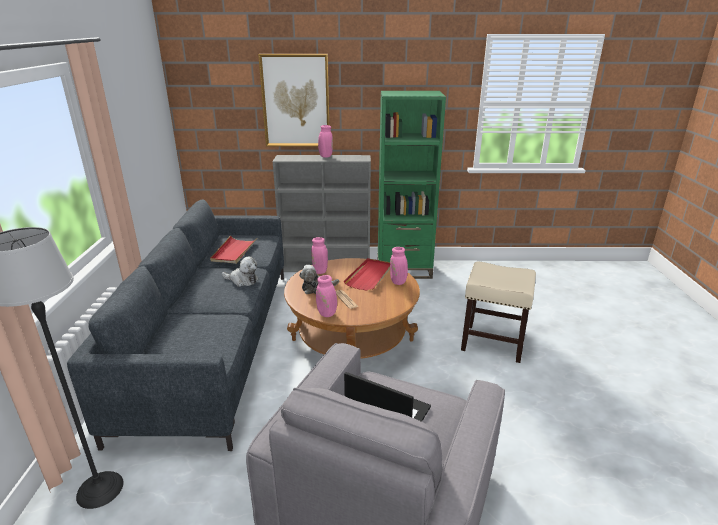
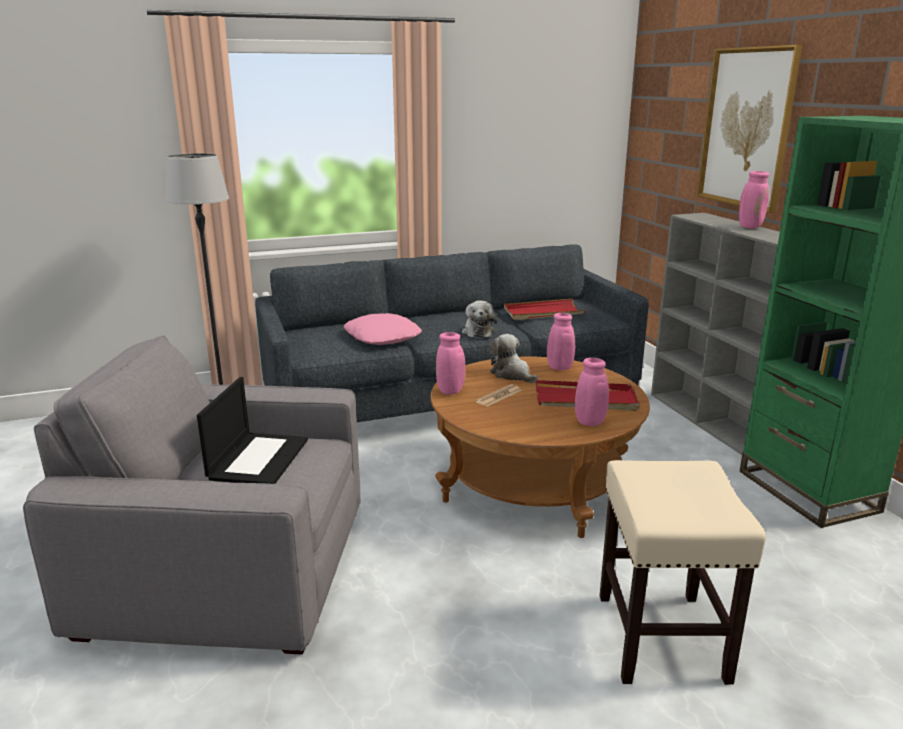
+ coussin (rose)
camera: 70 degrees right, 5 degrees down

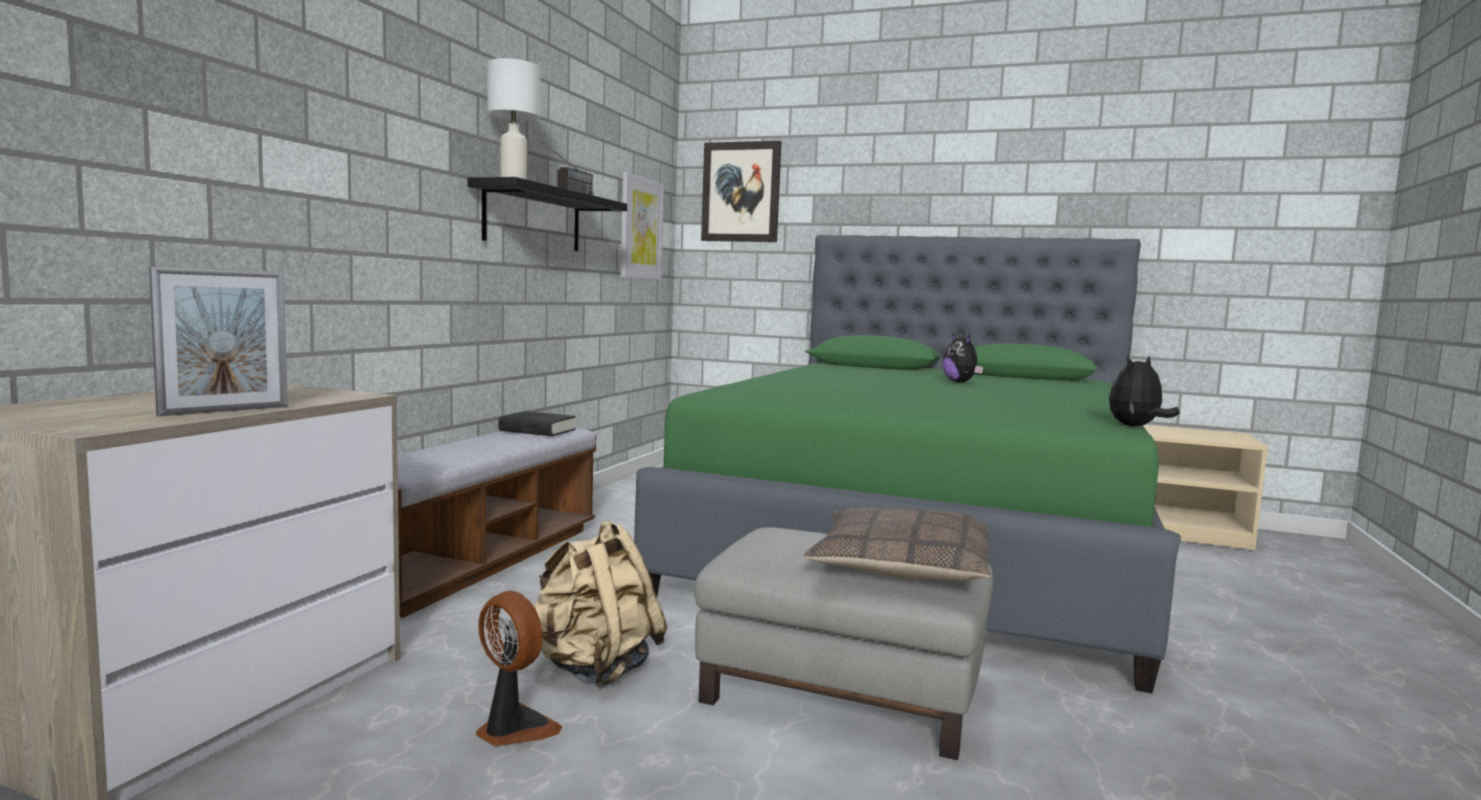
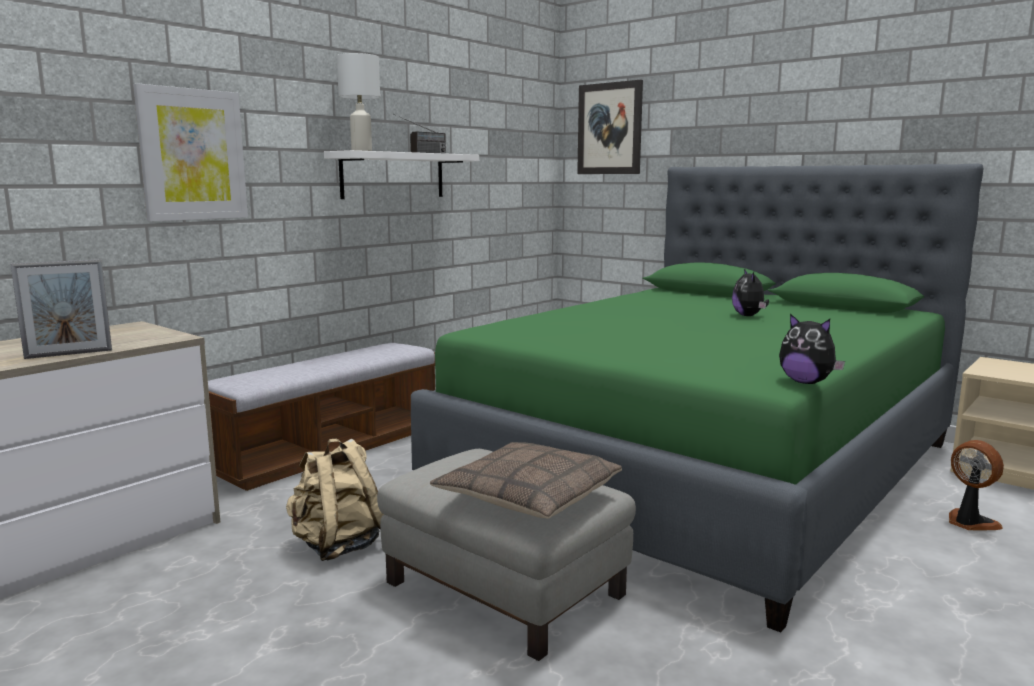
~ tableau (1st from left)
~ étagère (noir) to étagère (blanc)
~ peluche (2nd from left) 120 degrees counterclockwise
~ ventilateur
- livre (noir)
camera: 20 degrees right, 5 degrees up

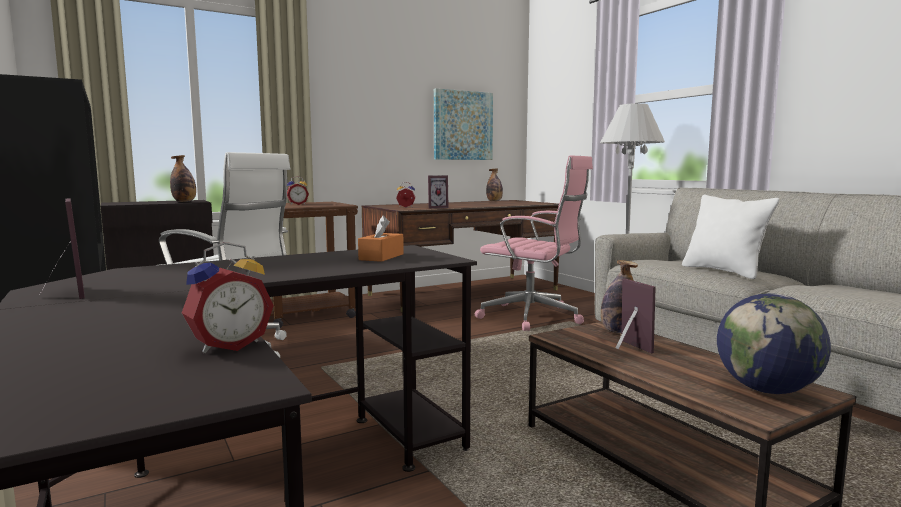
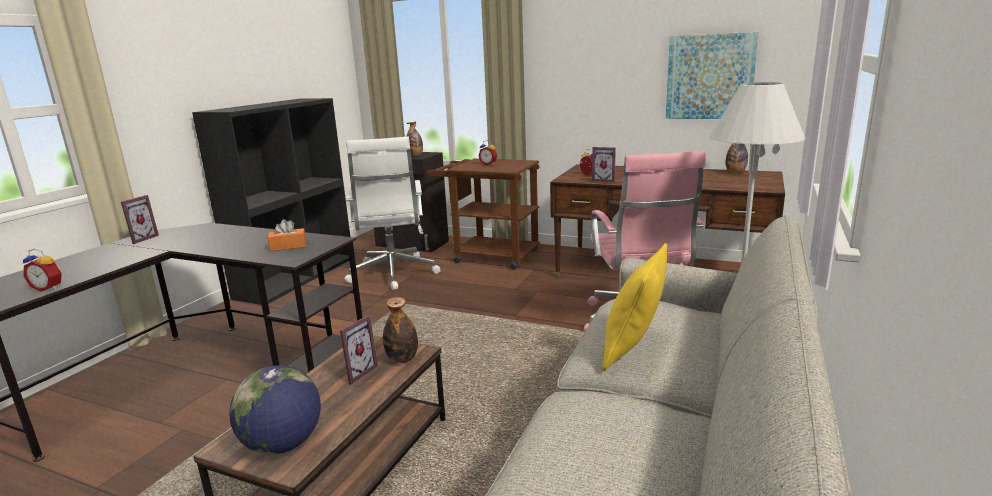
~ coussin (blanc) to coussin (jaune)
camera: 55 degrees right, 10 degrees up

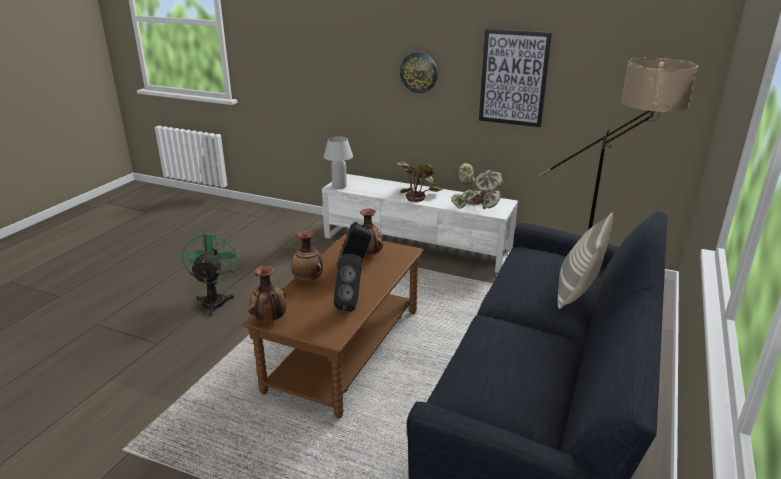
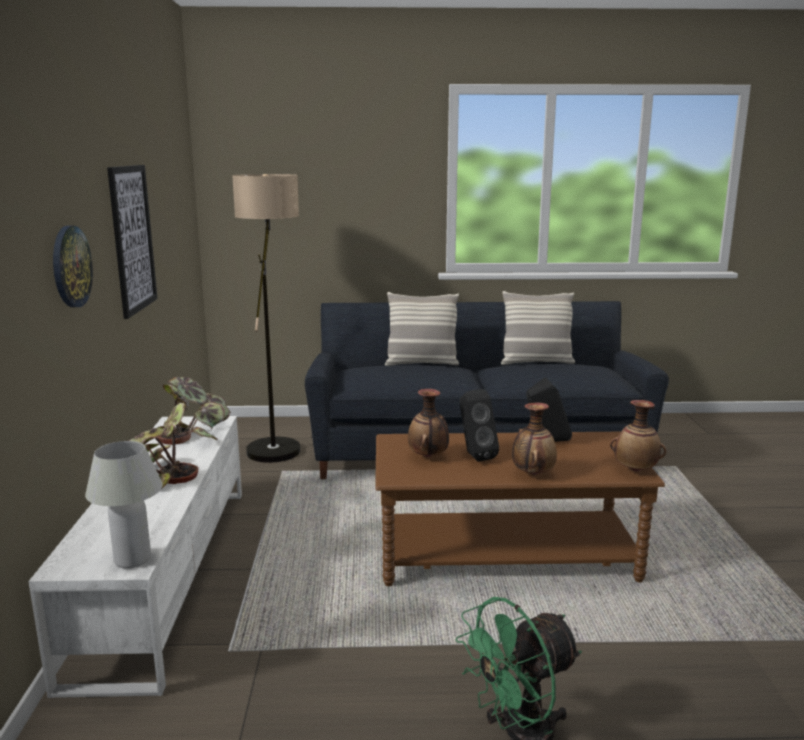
+ coussin (2nd from left)
camera: 115 degrees left, 10 degrees down

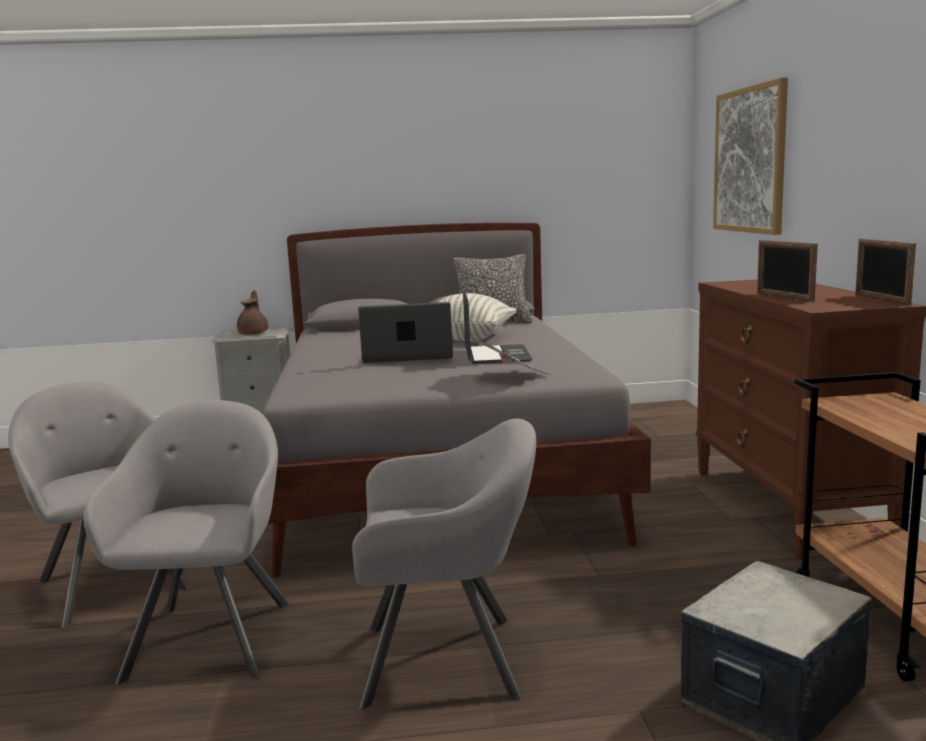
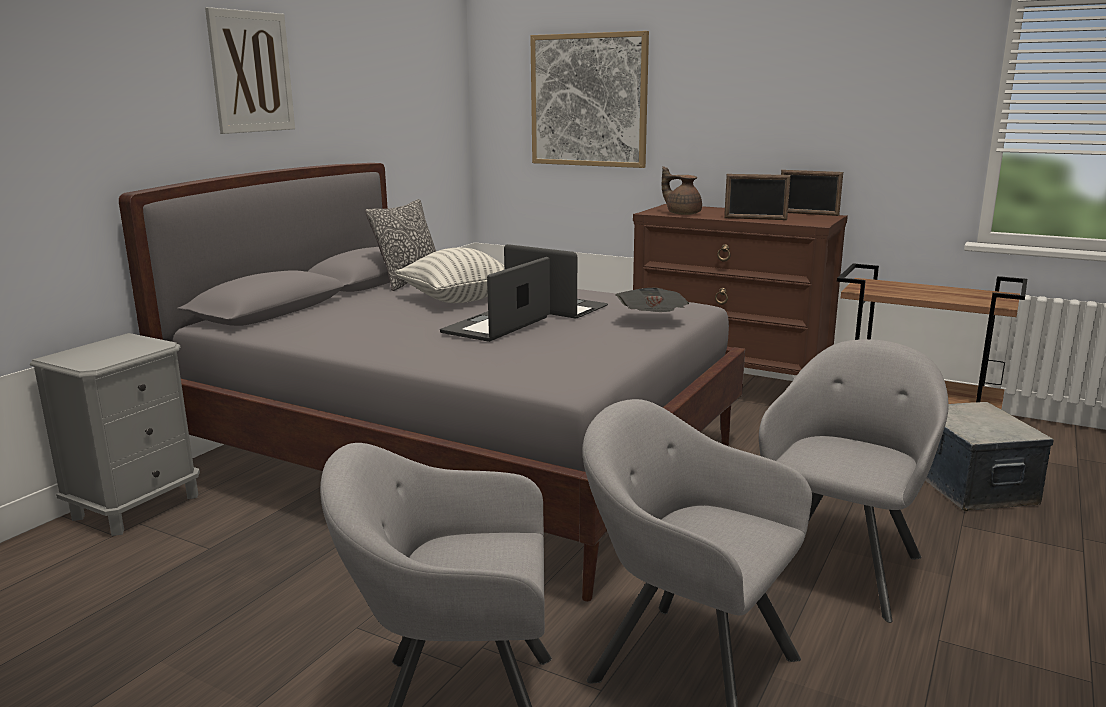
+ tableau (1st from left)
~ théière (marron)
camera: 55 degrees left, 5 degrees up

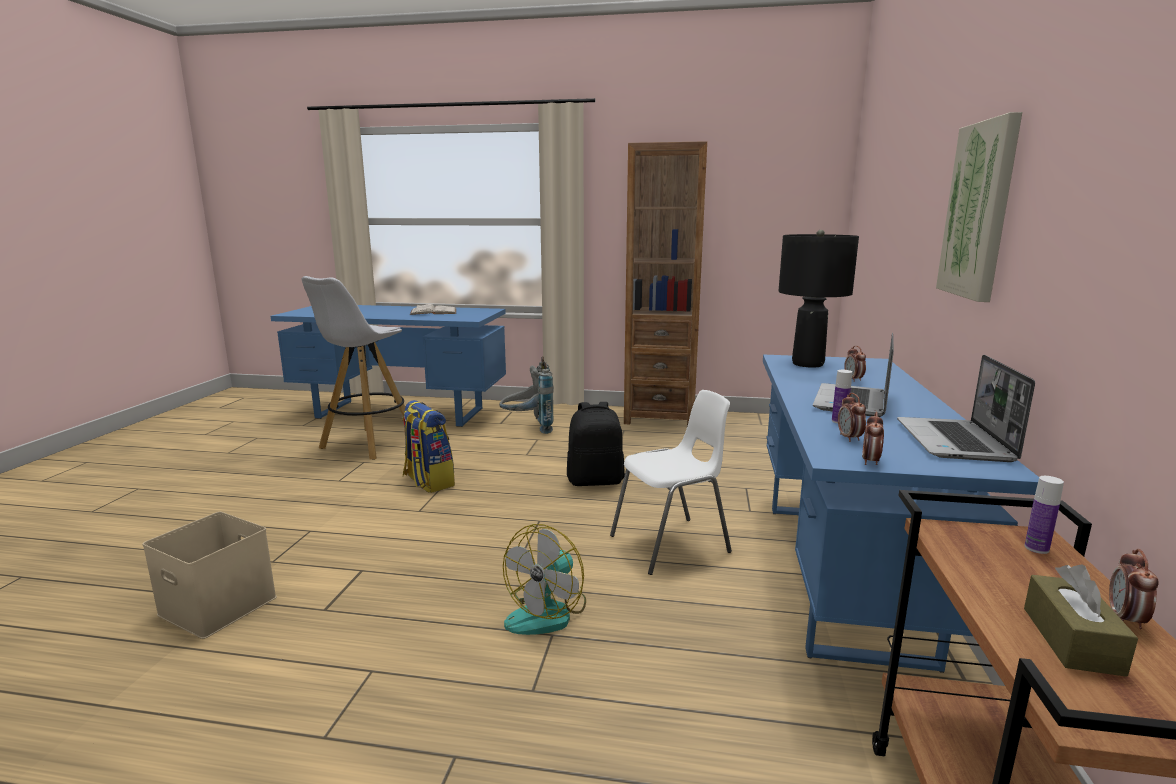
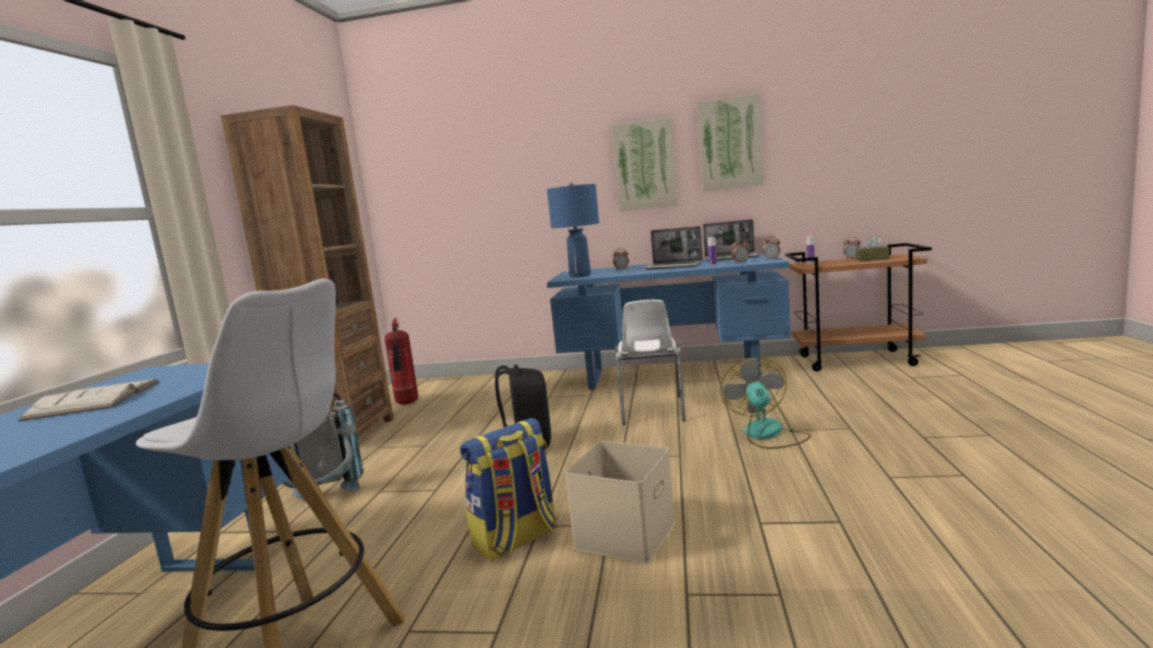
+ extincteur
~ lampe de table (noir) to lampe de table (bleu)
~ boîte de rangement (beige)
~ chaise (blanc) 150 degrees counterclockwise
+ tableau (2nd from left)
~ ventilateur 120 degrees counterclockwise
camera: 90 degrees left, 5 degrees down

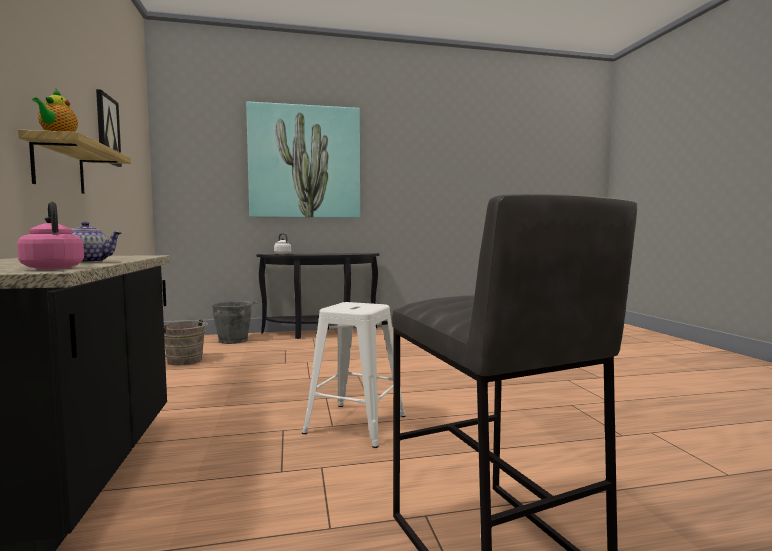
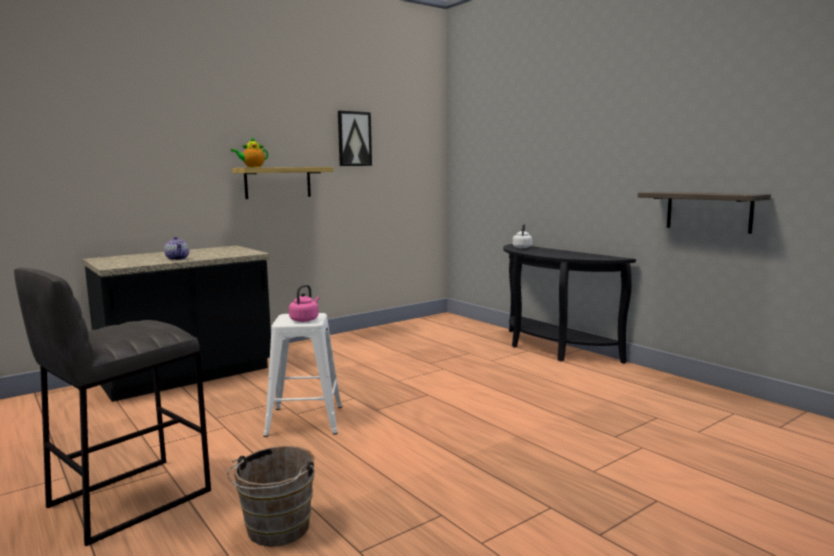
~ seau (marron)
~ bouilloire (rose)
+ étagère (2nd from left)
- seau (gris)
- tableau (2nd from left)
camera: 65 degrees right, 5 degrees up

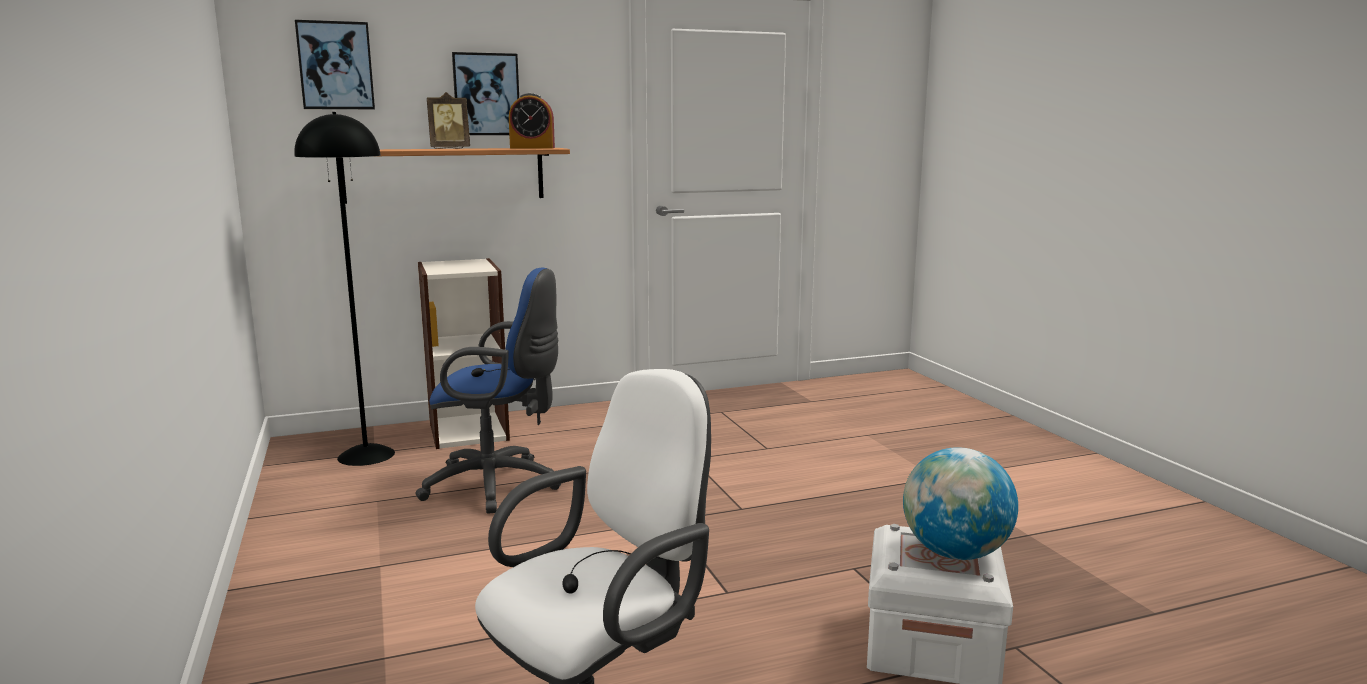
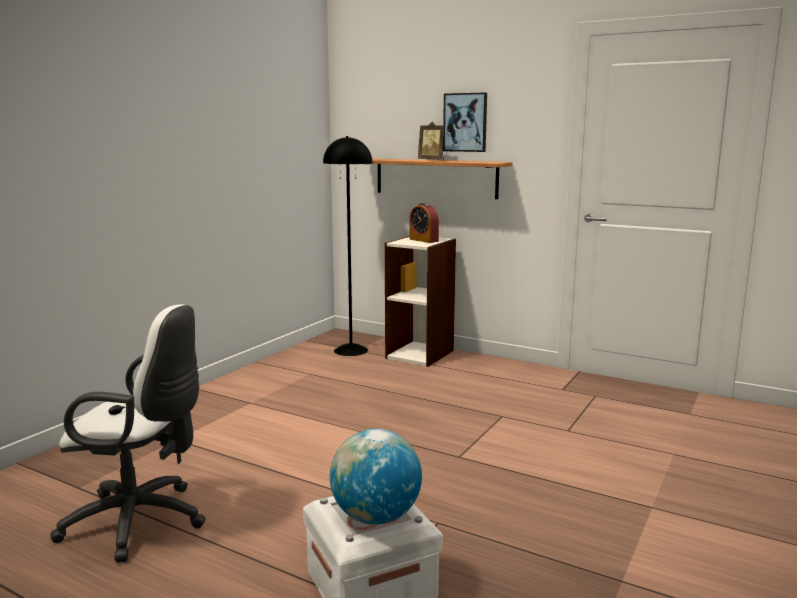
~ réveil
- tableau (1st from left)
- chaise de bureau (bleu)
camera: 50 degrees right, 0 degrees up

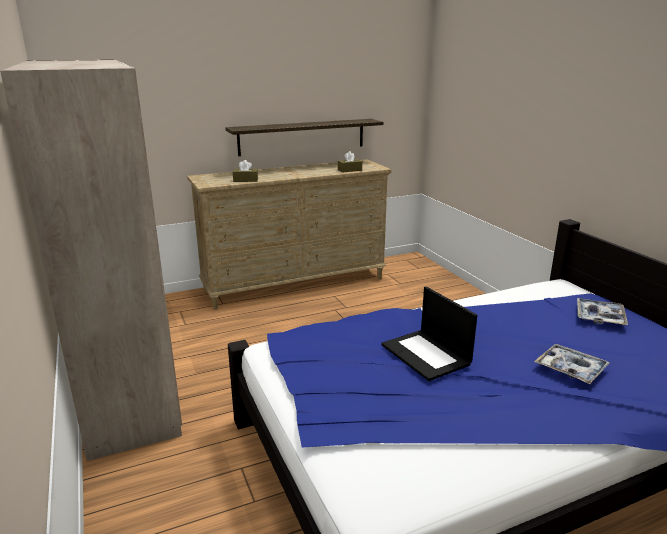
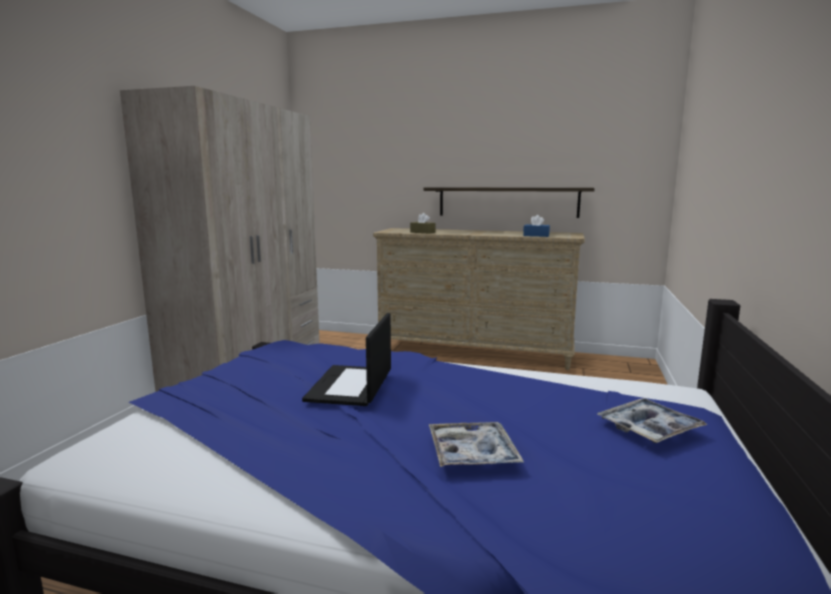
~ boîte à mouchoirs (marron) (2nd from left) to boîte à mouchoirs (bleu)
camera: 40 degrees right, 10 degrees down

